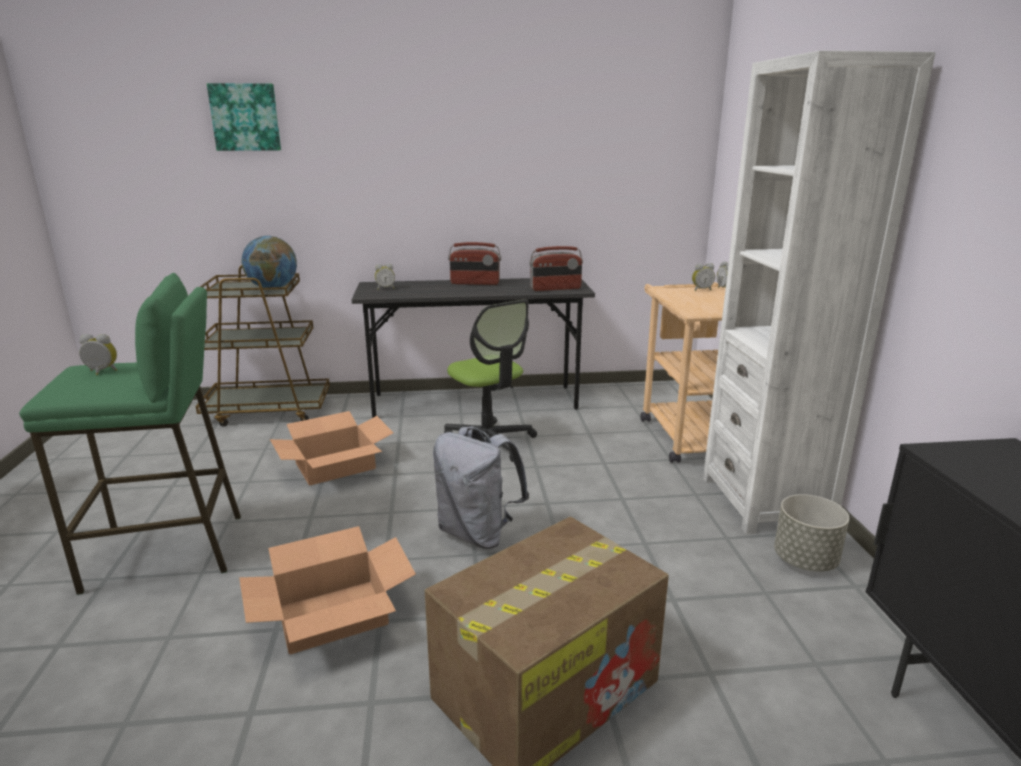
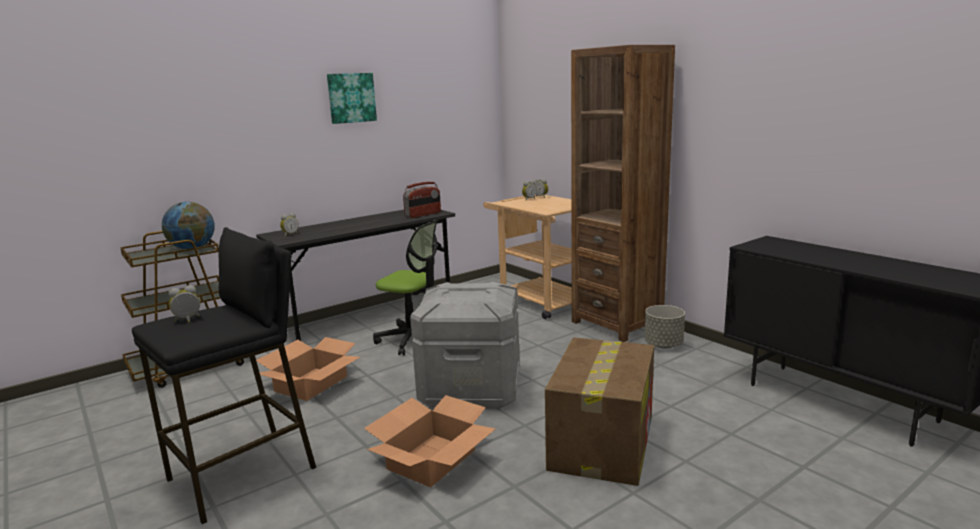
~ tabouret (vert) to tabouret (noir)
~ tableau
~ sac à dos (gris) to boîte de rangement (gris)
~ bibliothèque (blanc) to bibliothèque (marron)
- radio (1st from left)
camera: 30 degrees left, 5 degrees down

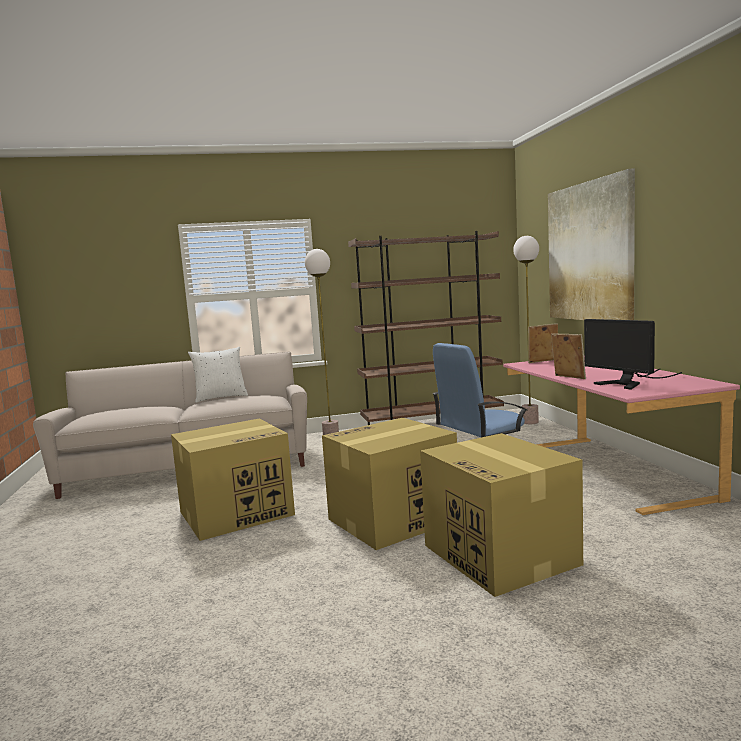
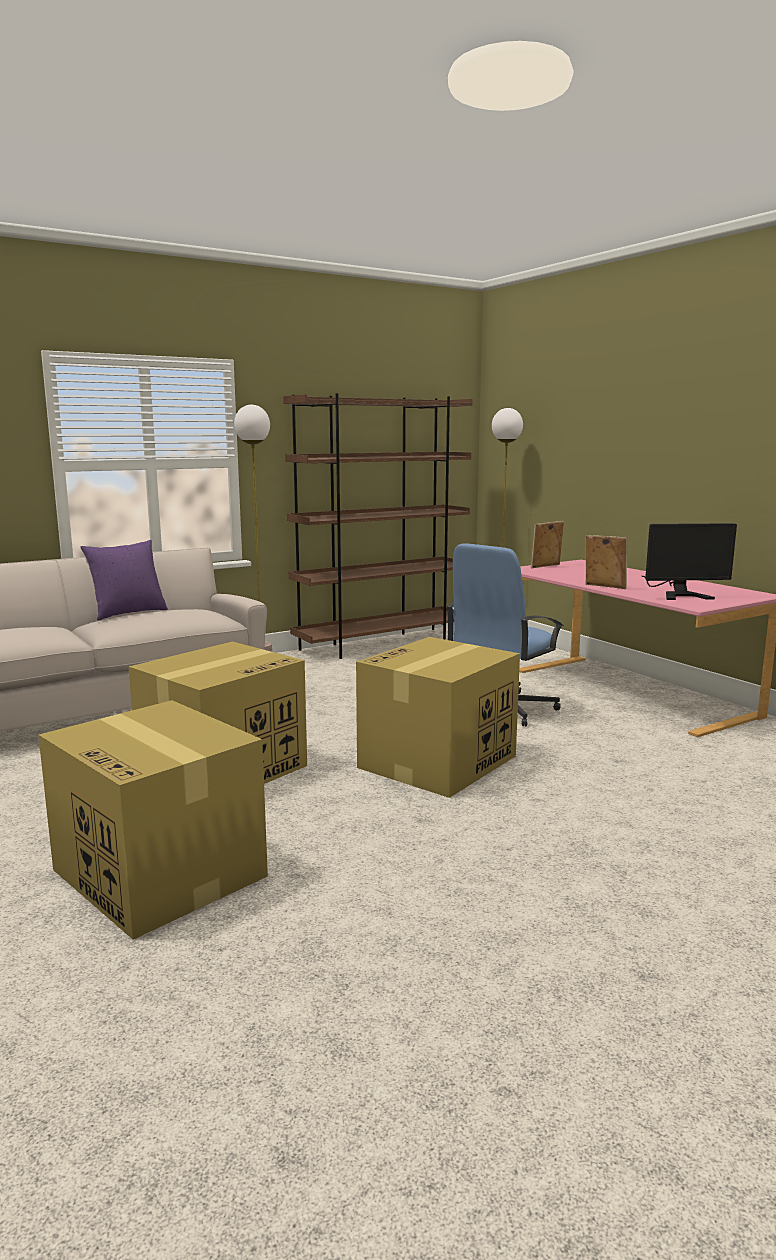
~ carton (3rd from left in the first image) to carton (1st from left)
~ coussin (blanc) to coussin (violet)
~ écran d'ordinateur 45 degrees counterclockwise
- tableau
camera: 20 degrees left, 5 degrees up

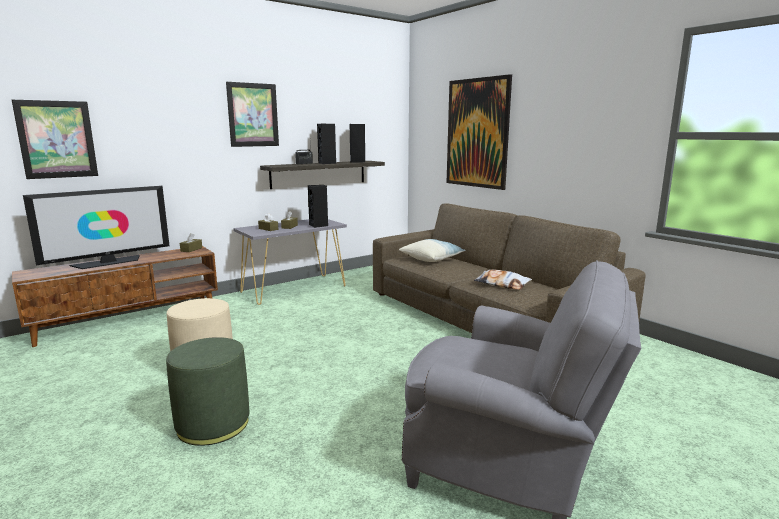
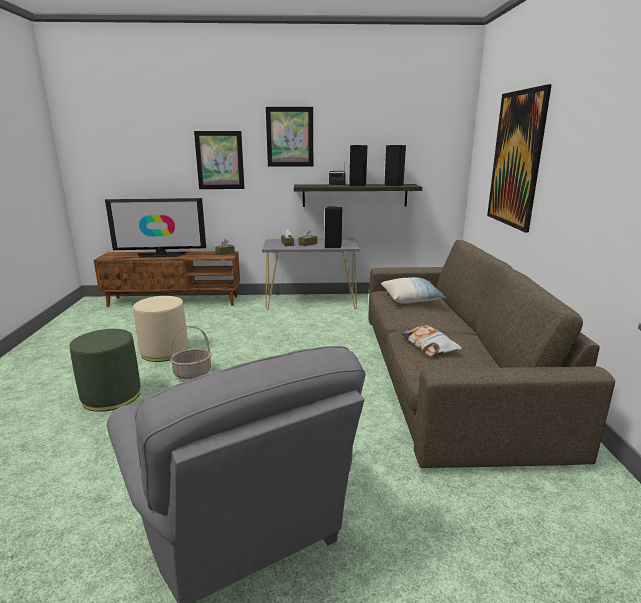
+ panier
~ tableau (1st from left)
camera: 35 degrees right, 5 degrees up

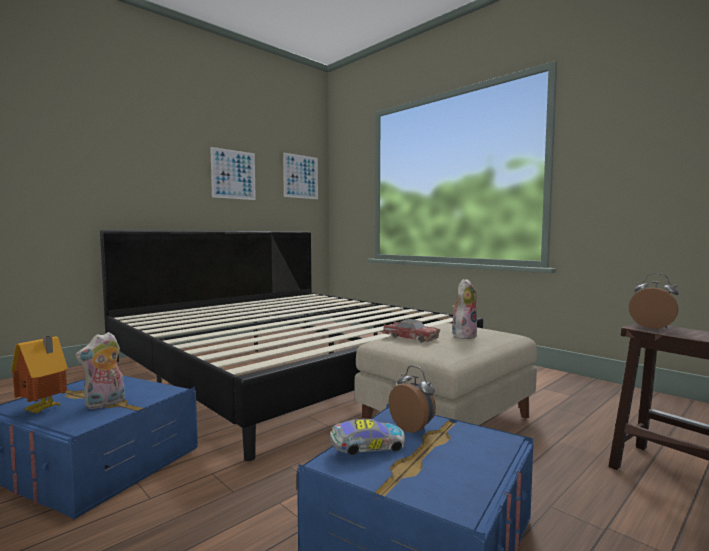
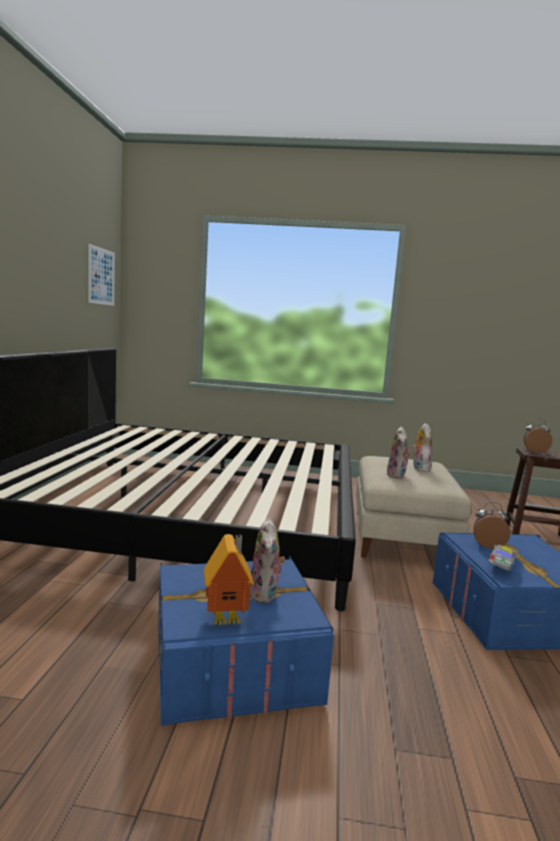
~ petite voiture (2nd from left) to peluche (2nd from left)
- tableau (1st from left)
camera: 40 degrees left, 5 degrees up

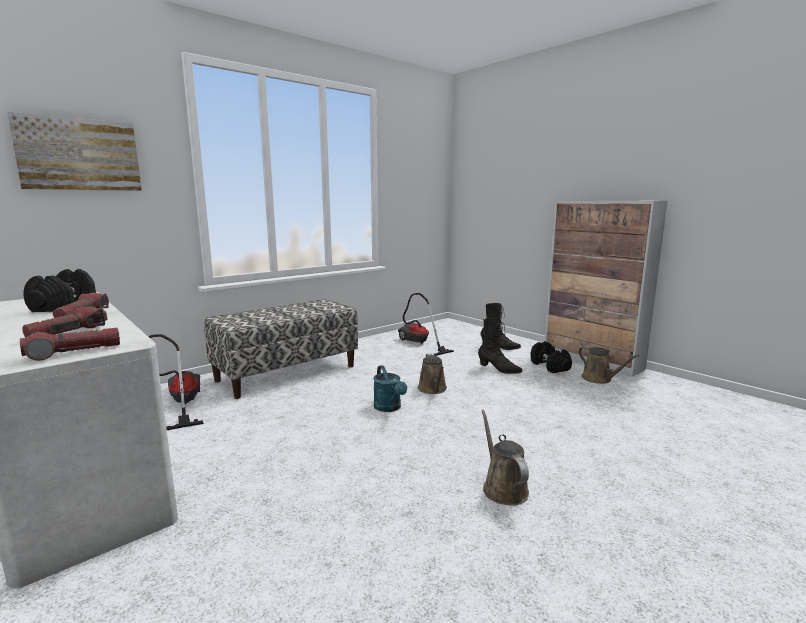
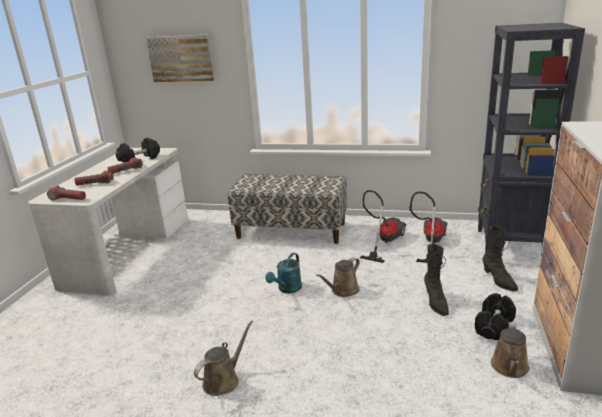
~ aspirateur (1st from left)
+ bibliothèque (noir)
camera: 55 degrees right, 10 degrees up

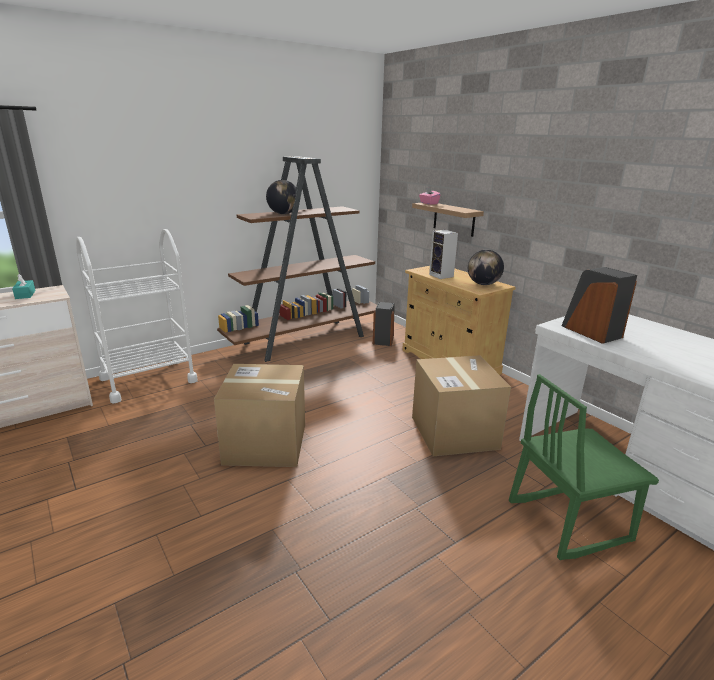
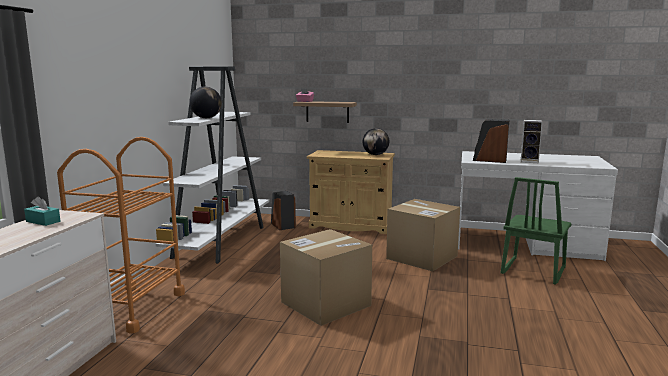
~ chariot (blanc) to chariot (orange)
~ bibliothèque (marron) to bibliothèque (blanc)
~ enceinte (2nd from left in the first image) to enceinte (3rd from left)
camera: 40 degrees left, 10 degrees down

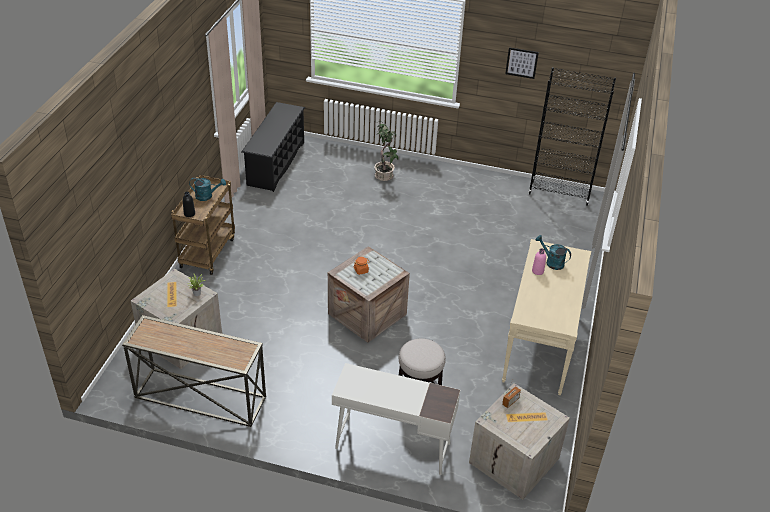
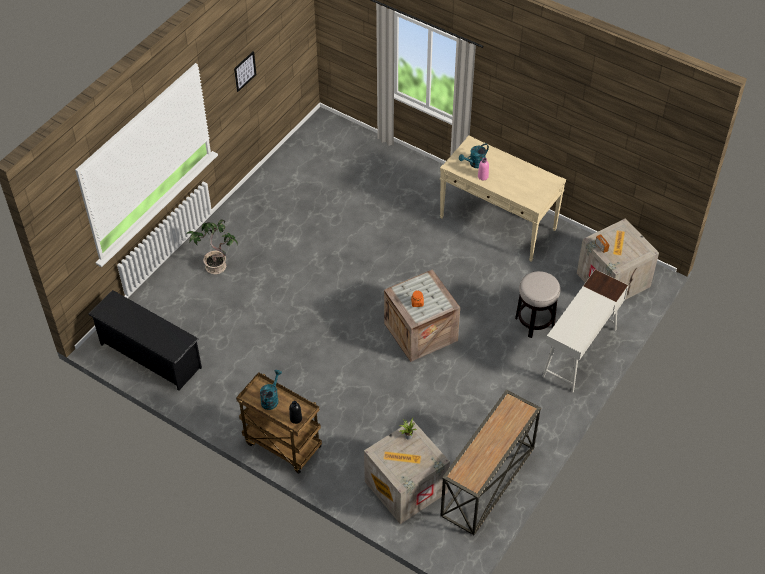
- bibliothèque (noir)
camera: 70 degrees left, 10 degrees up

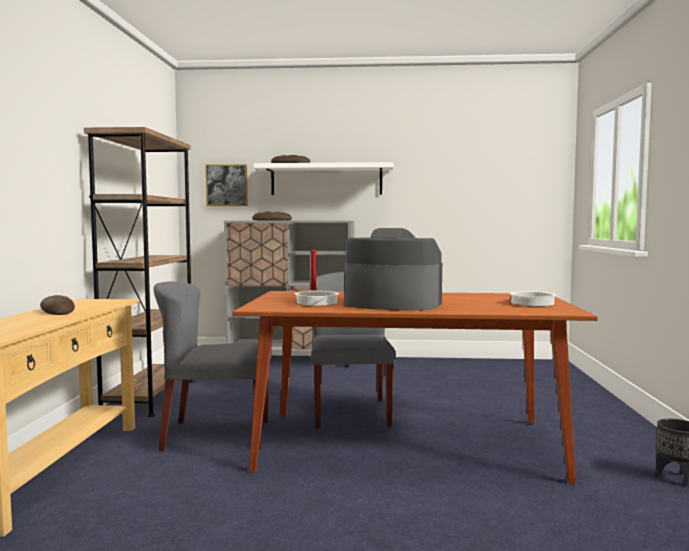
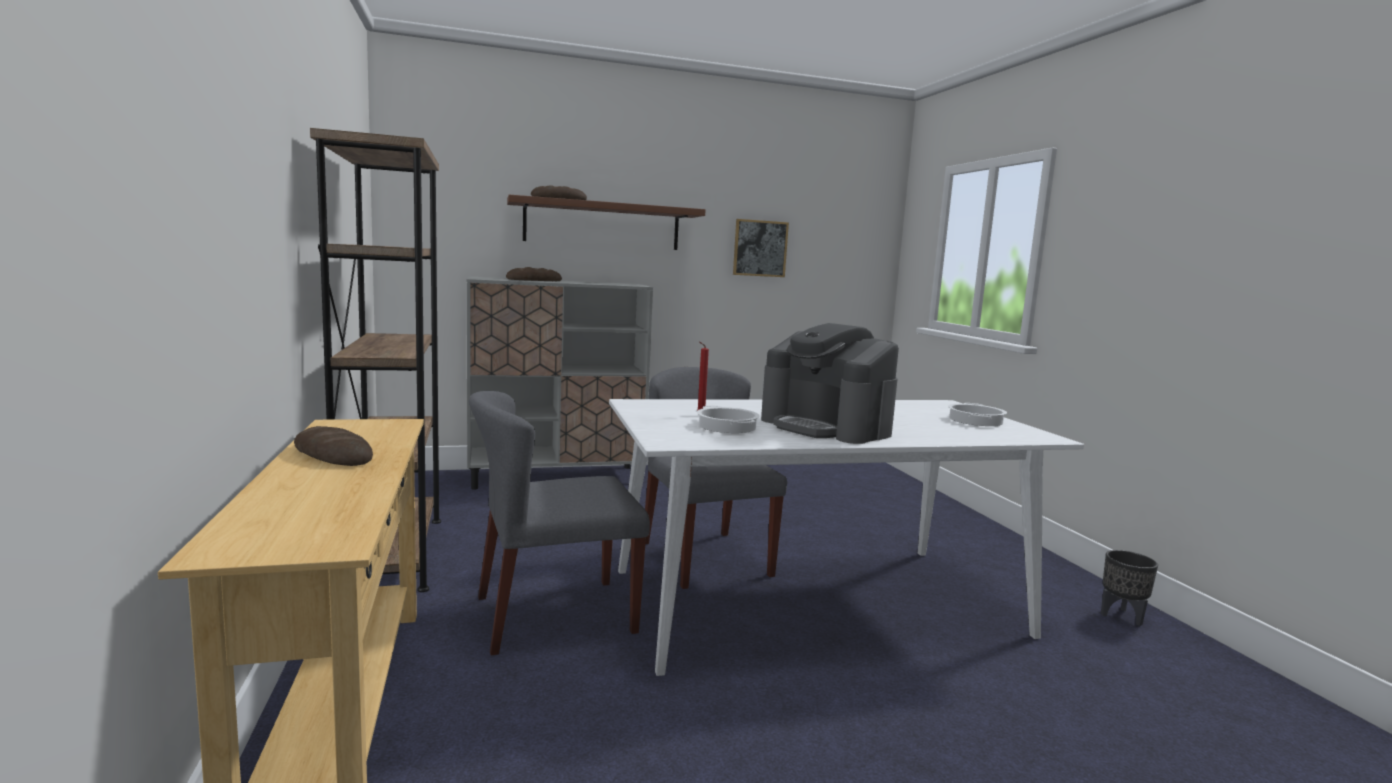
~ étagère (blanc) to étagère (marron)
~ table à manger (marron) to table à manger (blanc)
~ tableau
~ machine à café 135 degrees counterclockwise
camera: 20 degrees left, 5 degrees up

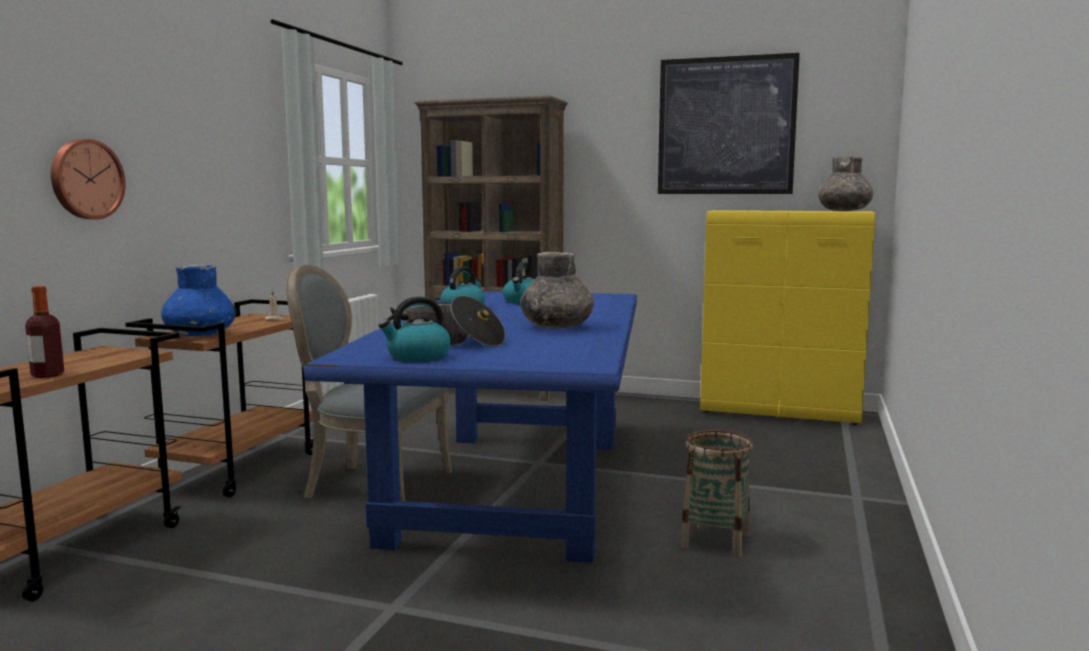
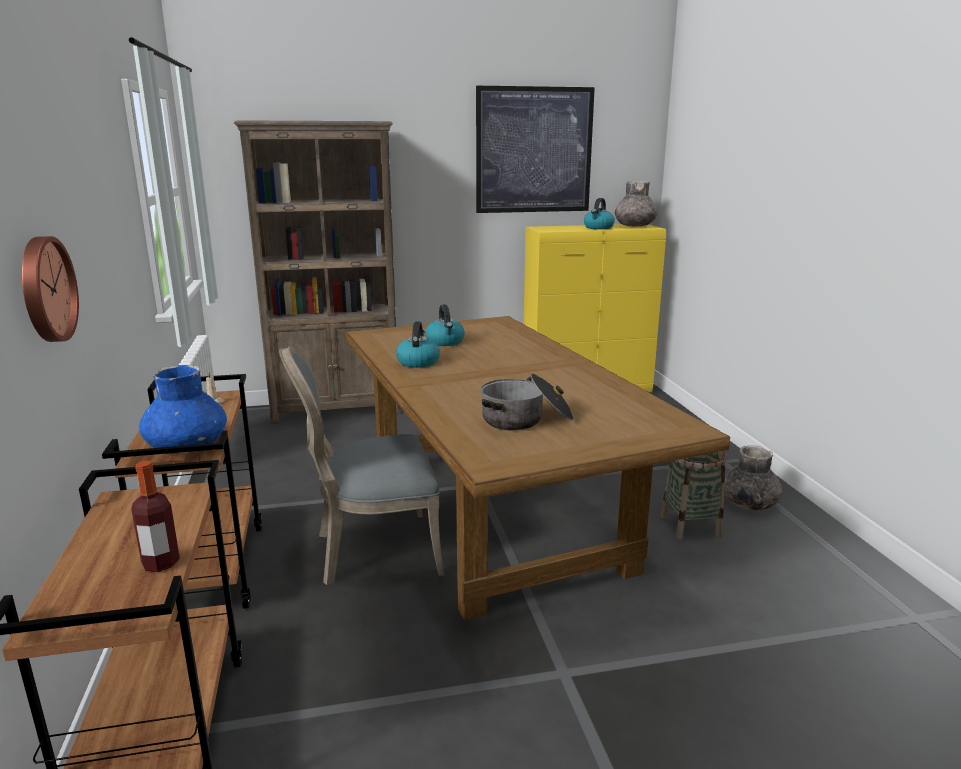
~ table à manger (bleu) to table à manger (marron)
~ bouilloire (1st from left in the first image) to bouilloire (3rd from left)
~ vase (gris) (1st from left in the first image) to vase (gris) (2nd from left)
camera: 30 degrees left, 10 degrees up

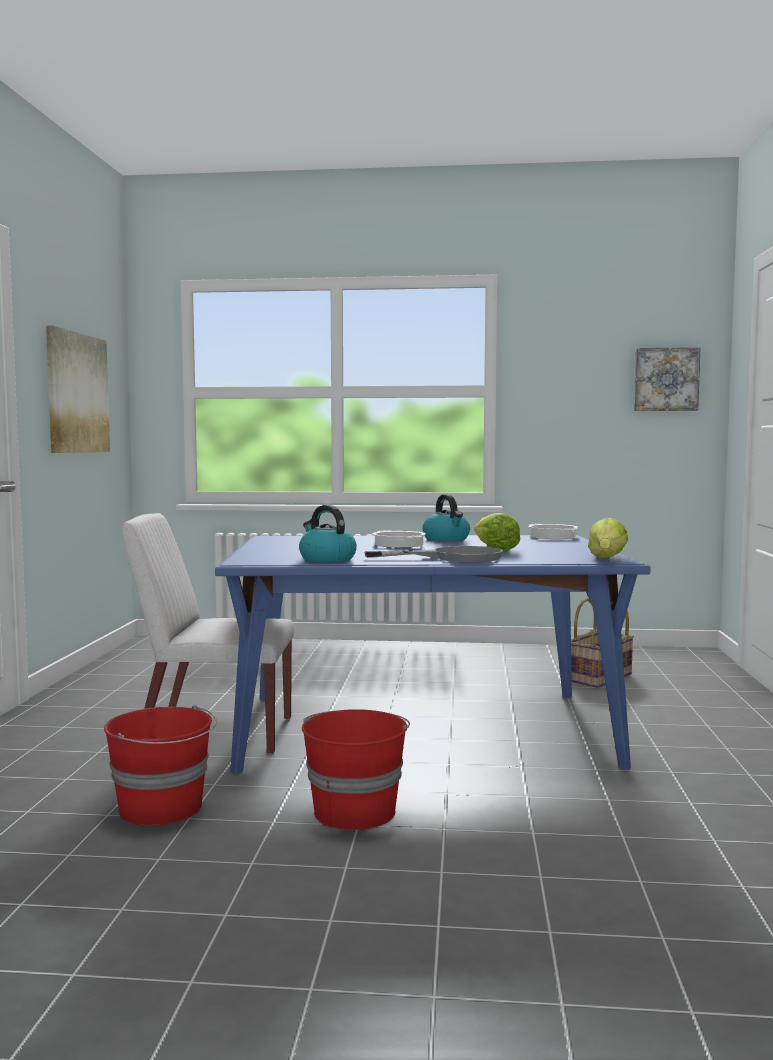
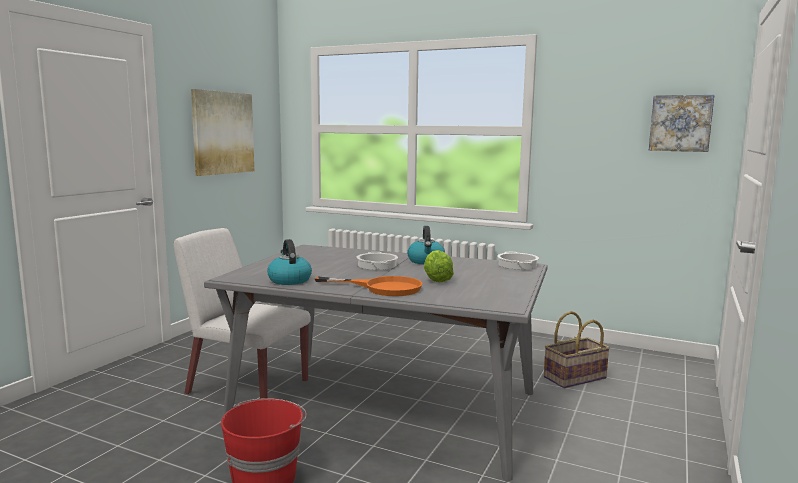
~ table à manger (bleu) to table à manger (gris)
~ poêle (gris) to poêle (orange)
- seau (rouge) (1st from left)
- laitue (2nd from left)
camera: 20 degrees right, 5 degrees up

